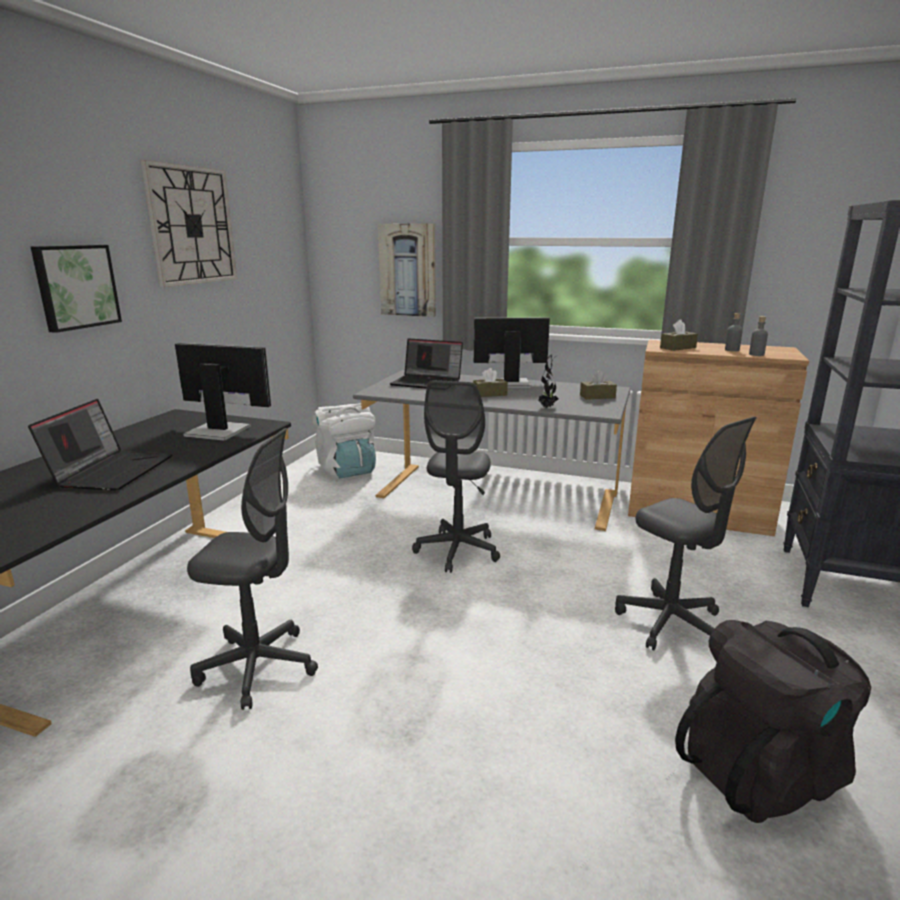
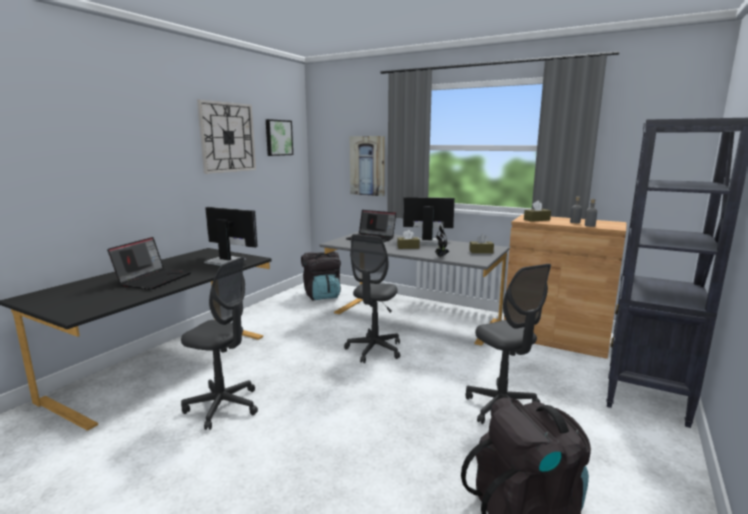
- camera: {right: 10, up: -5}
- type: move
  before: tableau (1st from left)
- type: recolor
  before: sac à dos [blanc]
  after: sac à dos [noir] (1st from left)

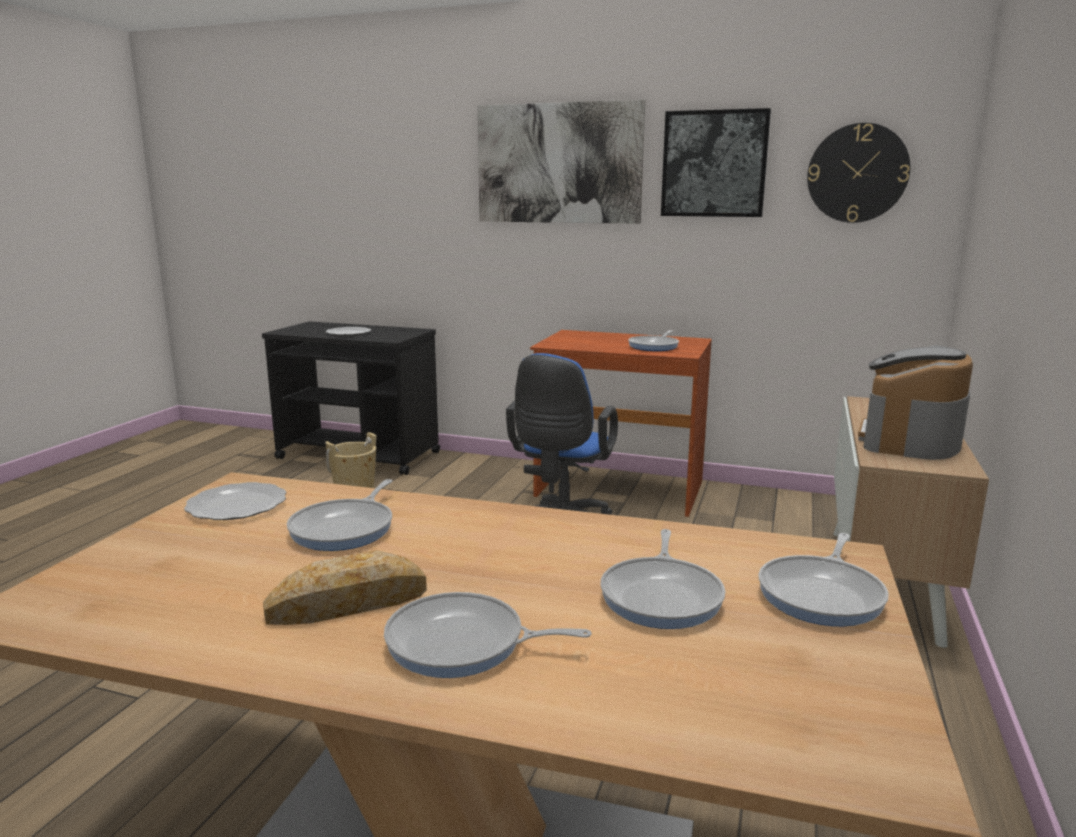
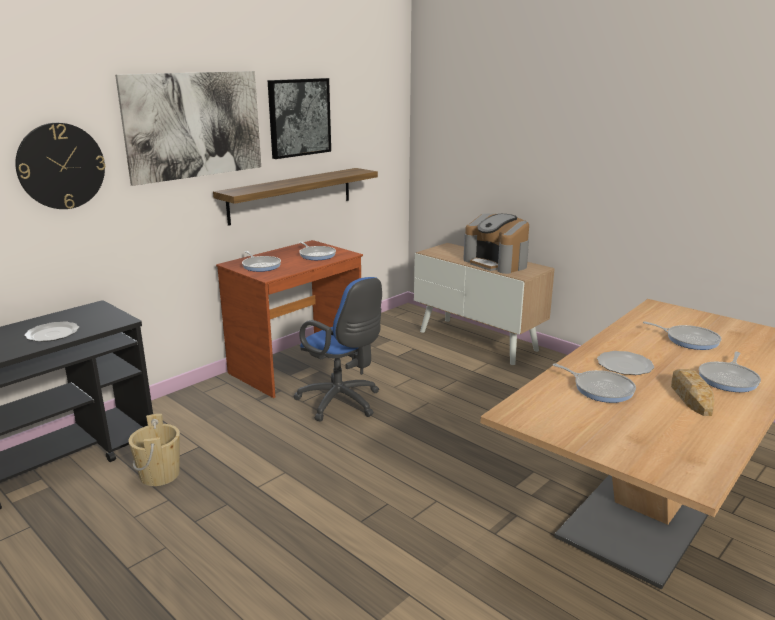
- camera: {right: -65, up: 5}
- type: insert
  after: étagère
- type: move
  before: assiette (1st from left in the first image)
  after: assiette (2nd from left)
- type: move
  before: poêle (5th from left in the first image)
  after: poêle (1st from left)
- type: move
  before: horloge murale

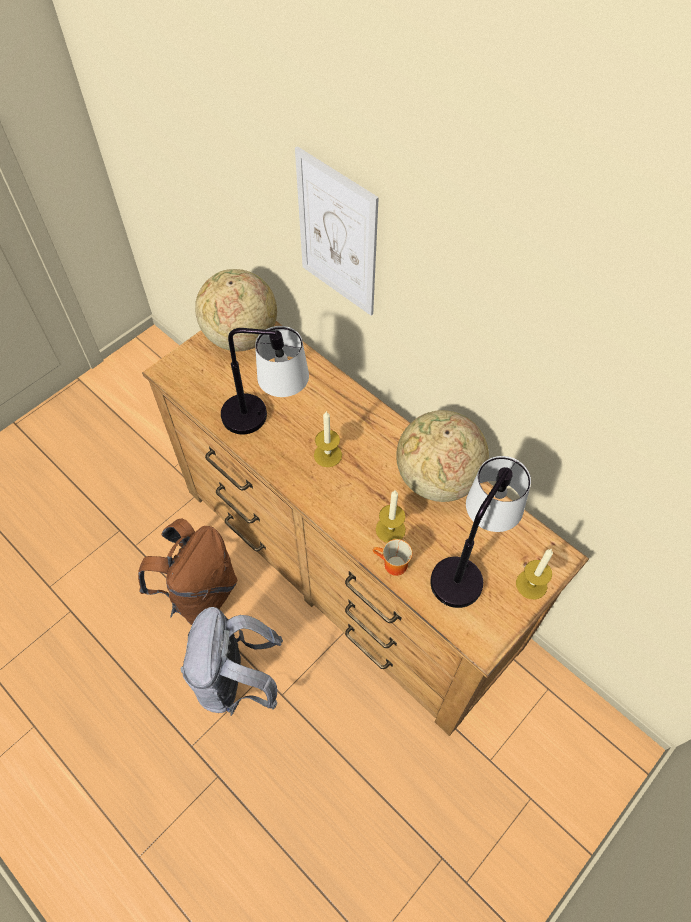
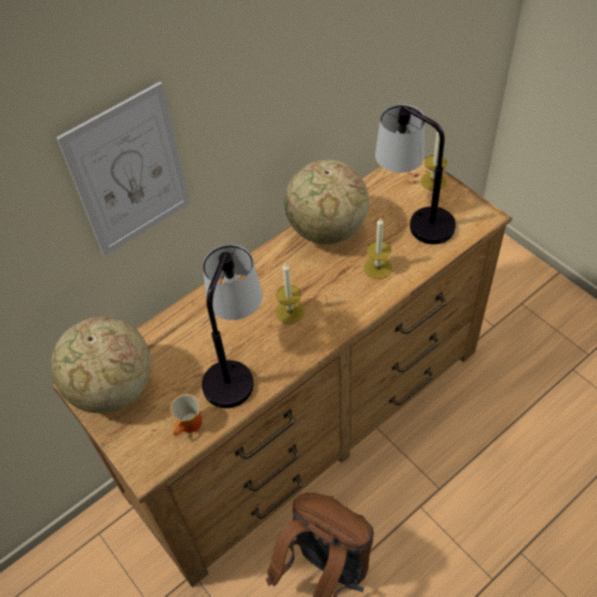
- camera: {right: -80, up: -5}
- type: delete
  before: sac à dos [gris]
- type: move
  before: mug

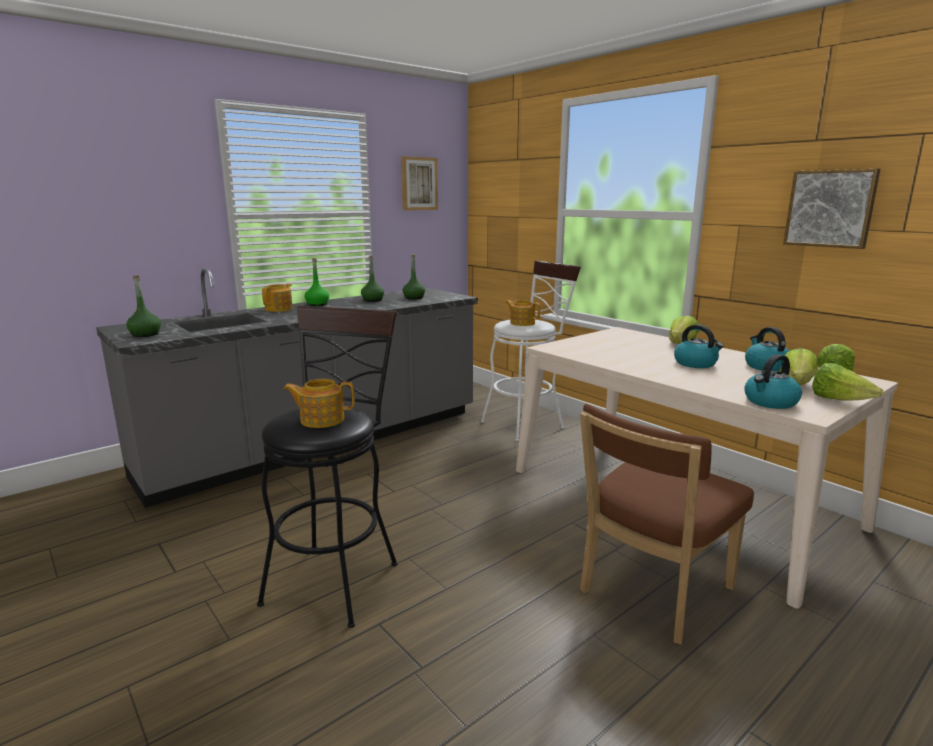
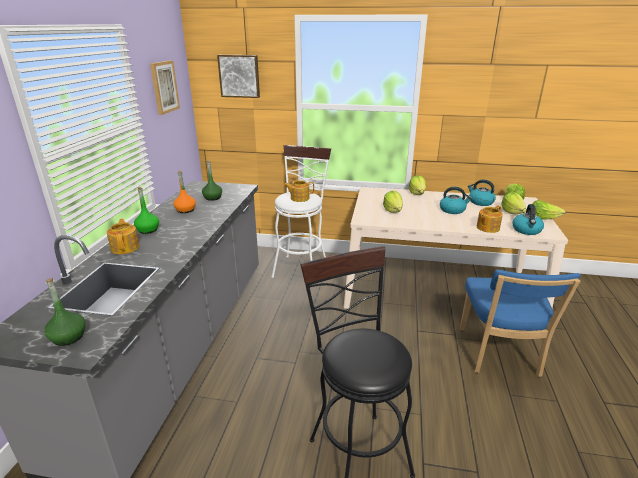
- camera: {right: -40, up: 10}
- type: insert
  after: laitue (1st from left)
- type: move
  before: théière (2nd from left in the first image)
  after: théière (3rd from left)
- type: move
  before: tableau (2nd from left)
- type: recolor
  before: bouteille [vert] (3rd from left)
  after: bouteille [orange]
- type: recolor
  before: chaise [marron]
  after: chaise [bleu]

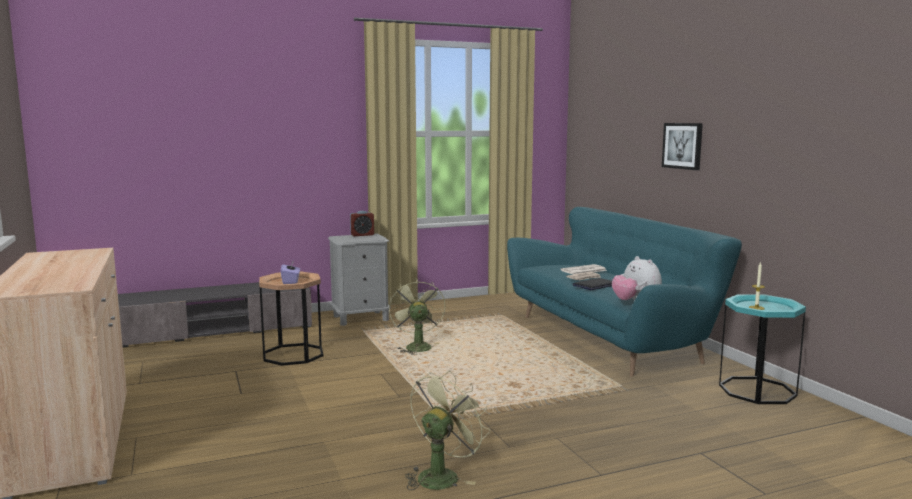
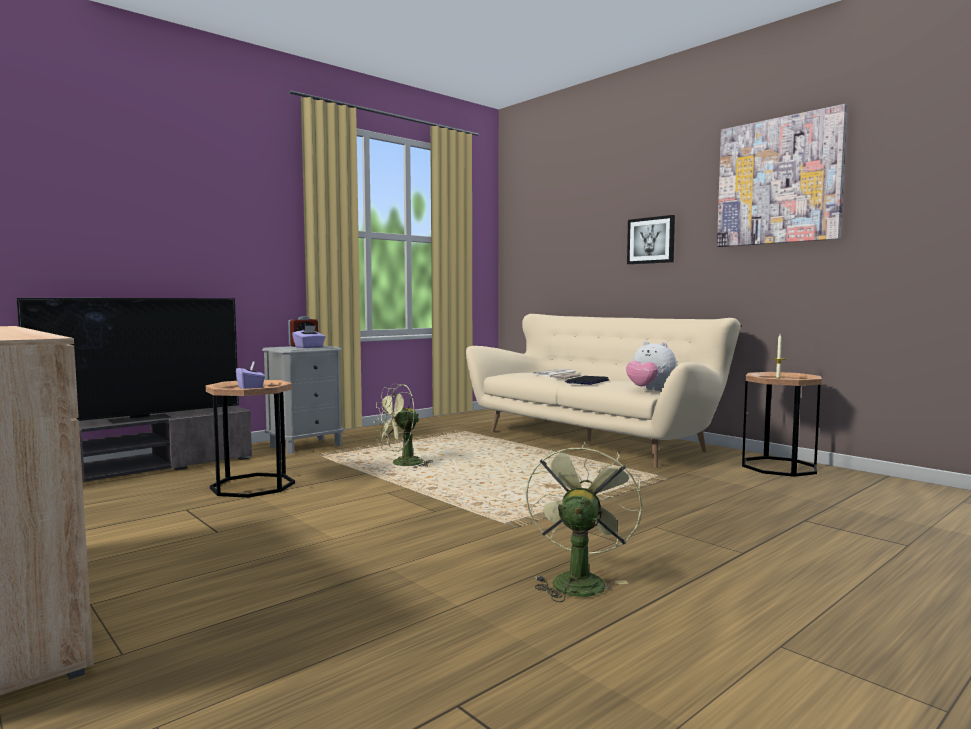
- camera: {right: -20, up: -5}
- type: insert
  after: téléviseur
- type: insert
  after: boîte à mouchoirs [violet] (2nd from left)
- type: insert
  after: tableau (2nd from left)
- type: recolor
  before: canapé [turquoise]
  after: canapé [beige]
- type: recolor
  before: table d'appoint [turquoise]
  after: table d'appoint [marron] (2nd from left)
- type: rotate
  before: ventilateur [vert] (1st from left)
  turn: -90

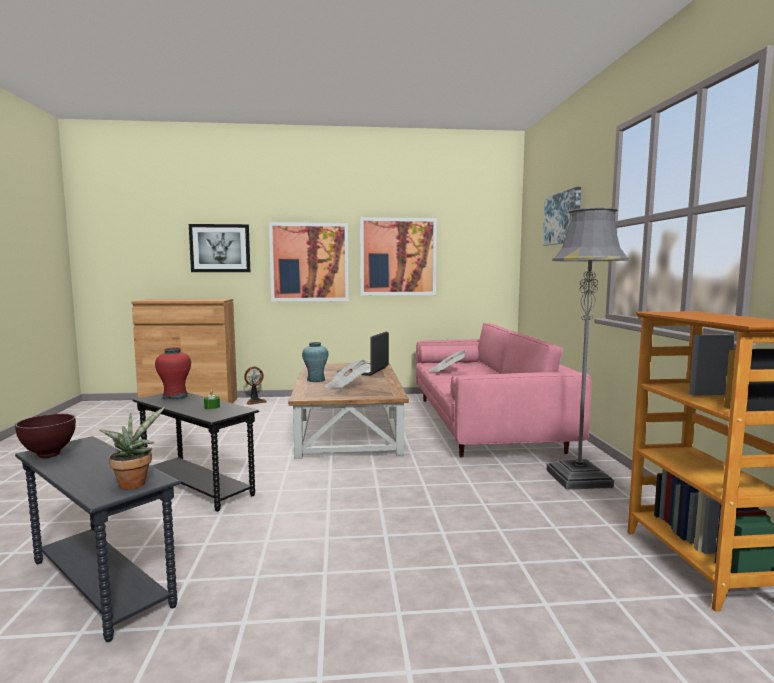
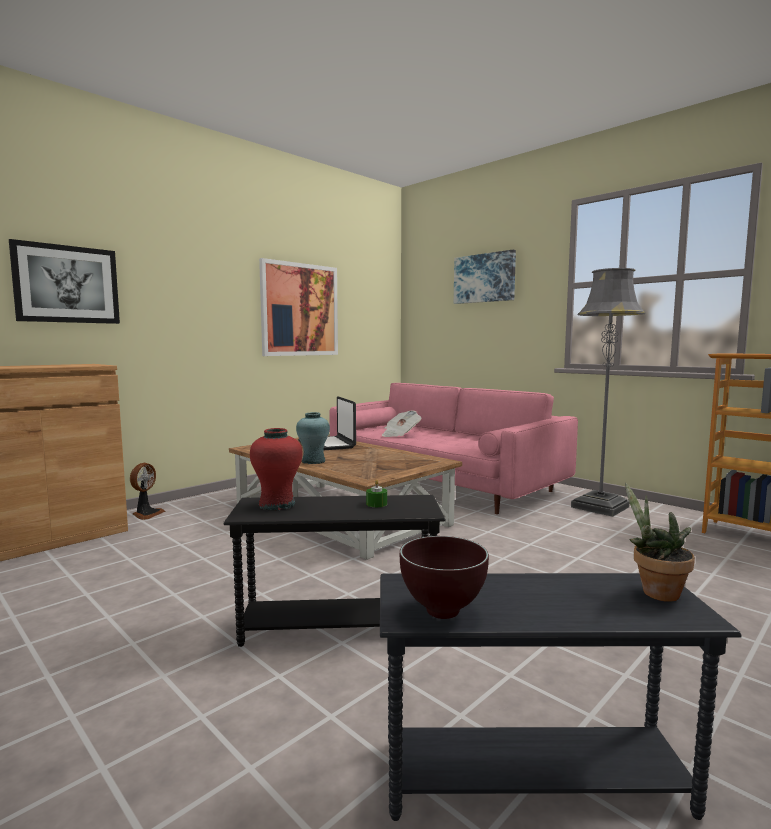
- camera: {right: -40, up: 0}
- type: delete
  before: tableau (2nd from left)
- type: delete
  before: journal (1st from left)

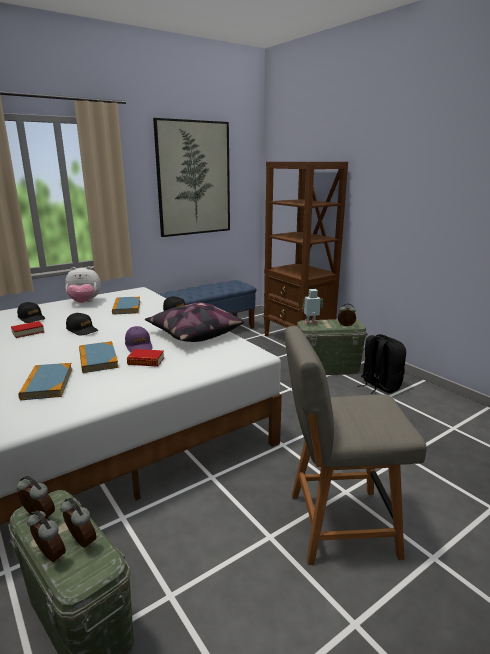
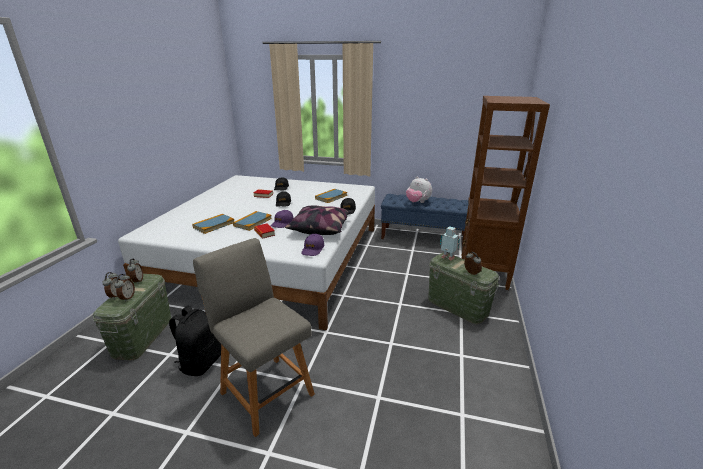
- camera: {right: 50, up: 5}
- type: delete
  before: tableau
- type: insert
  after: casquette [violet] (2nd from left)
- type: move
  before: peluche
- type: move
  before: sac à dos [noir]

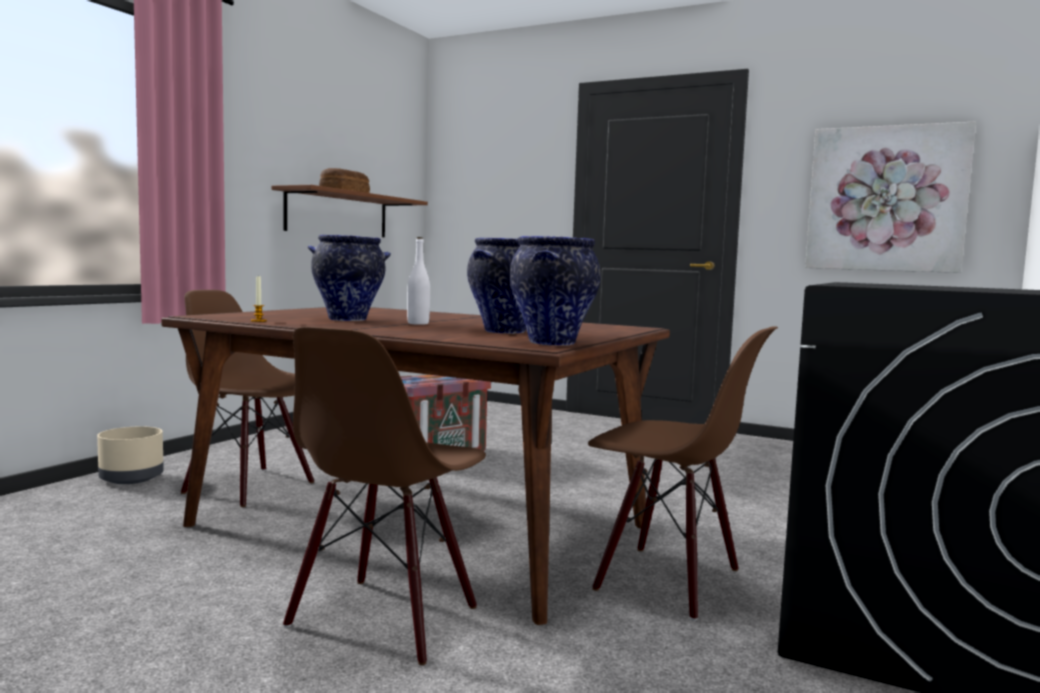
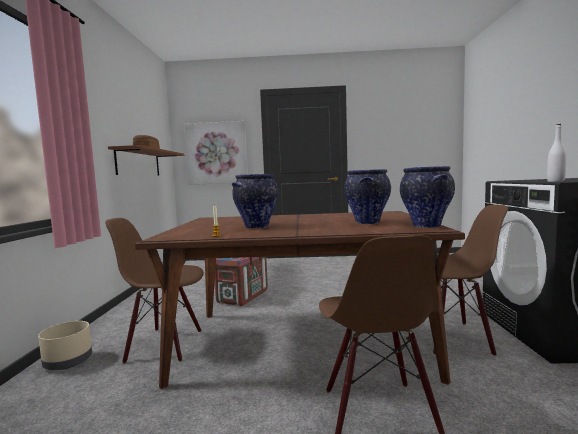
- camera: {right: -25, up: 0}
- type: move
  before: bouteille [blanc]
- type: move
  before: tableau

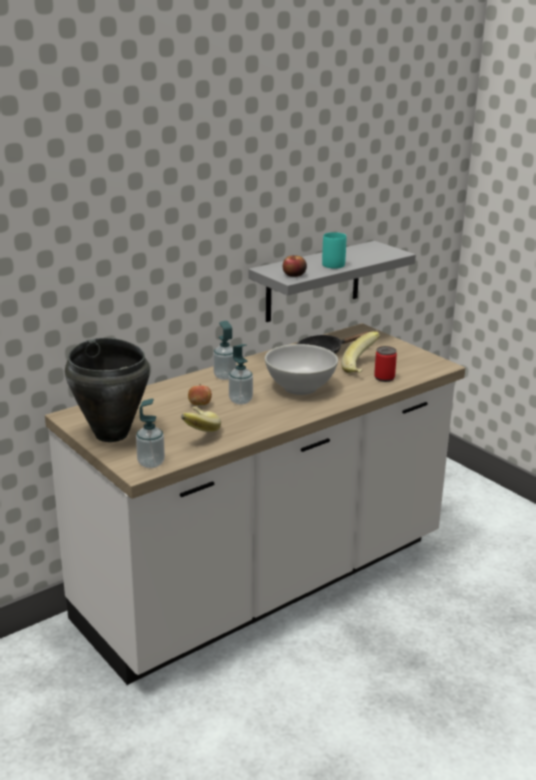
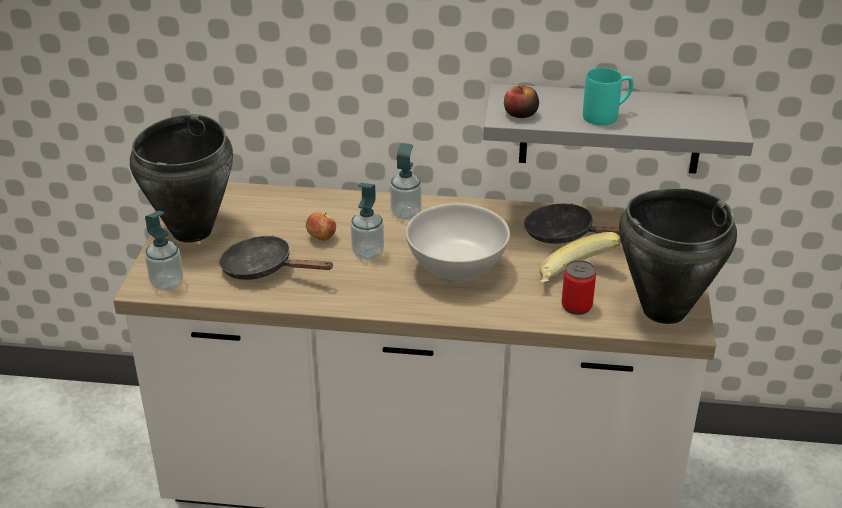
- camera: {right: 45, up: 10}
- type: insert
  after: marmite [noir] (2nd from left)
- type: replace
  before: banane (1st from left)
  after: poêle [noir] (1st from left)

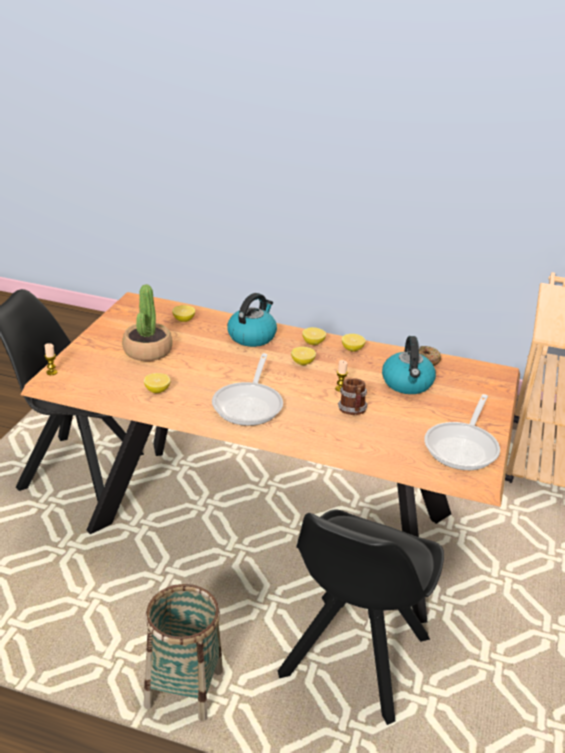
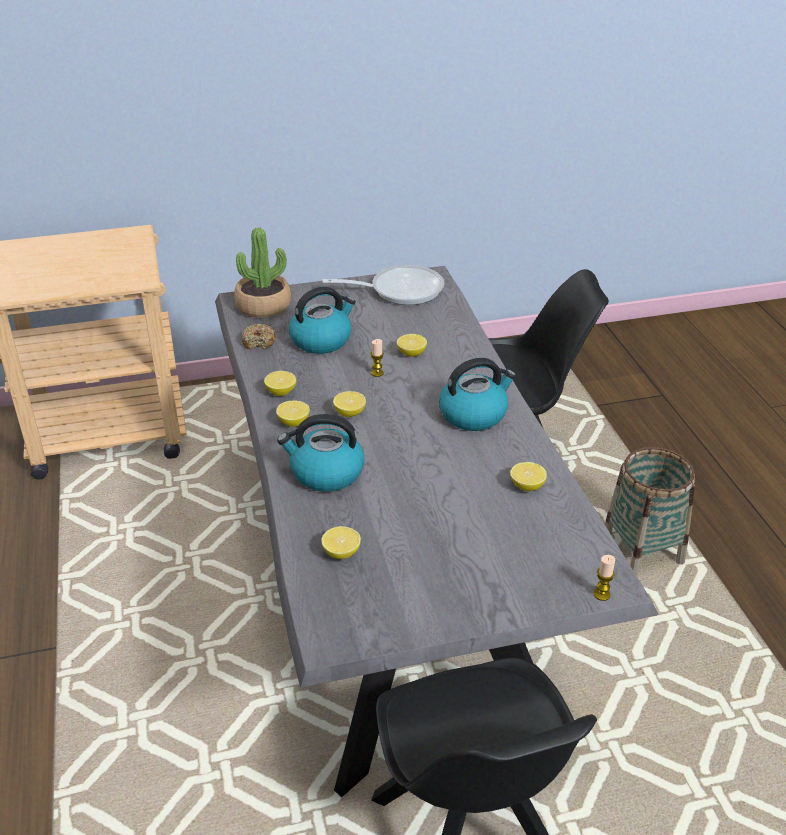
- camera: {right: -120, up: 5}
- type: move
  before: plante en pot
- type: replace
  before: poêle (1st from left)
  after: bouilloire (3rd from left)
- type: replace
  before: mug
  after: citron (5th from left)
- type: recolor
  before: table à manger [marron]
  after: table à manger [gris]

